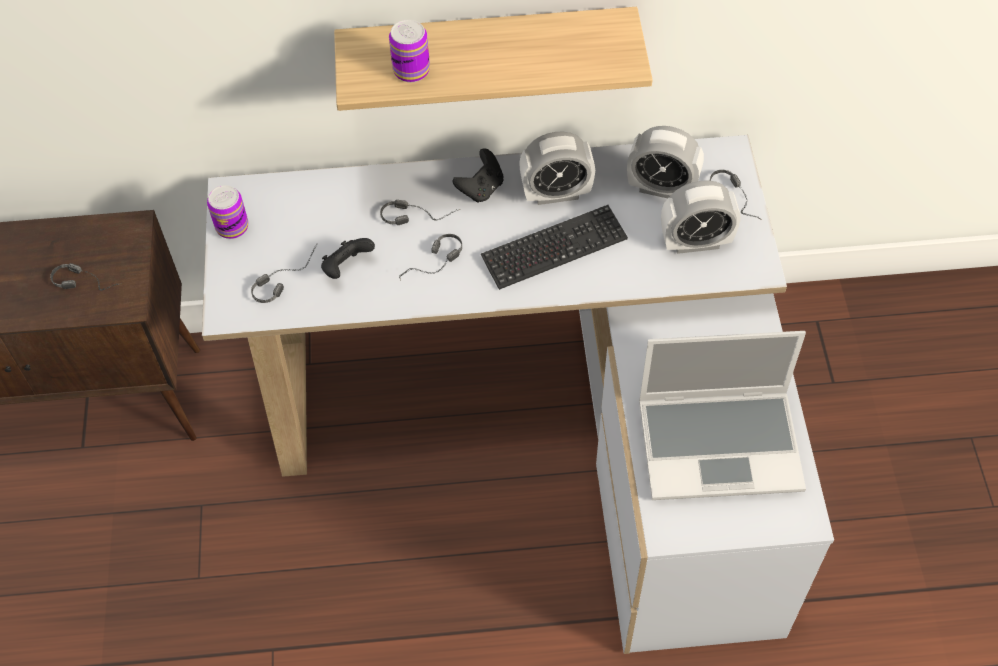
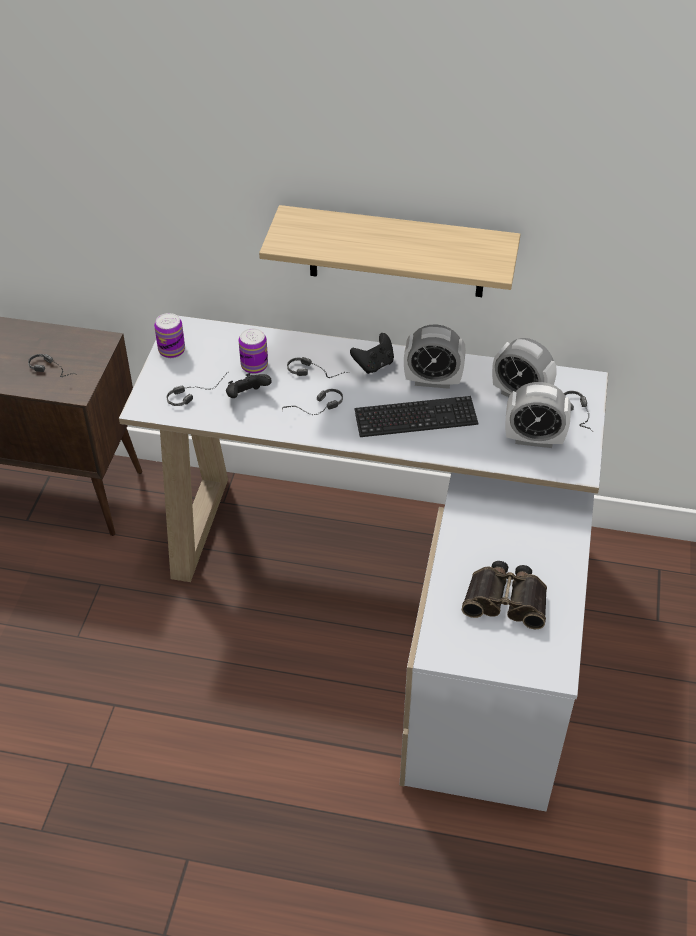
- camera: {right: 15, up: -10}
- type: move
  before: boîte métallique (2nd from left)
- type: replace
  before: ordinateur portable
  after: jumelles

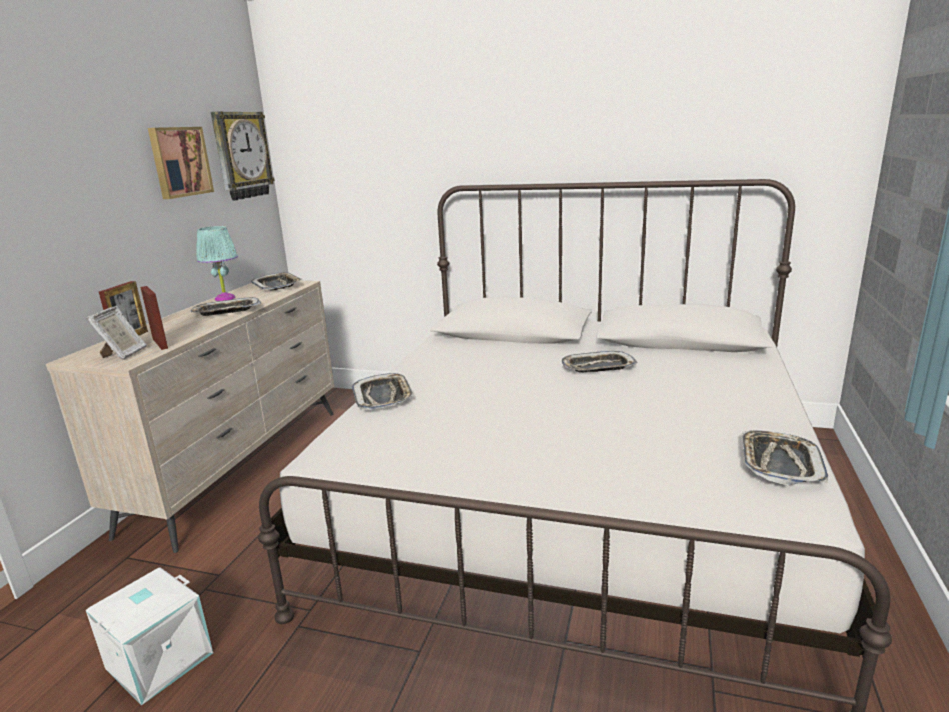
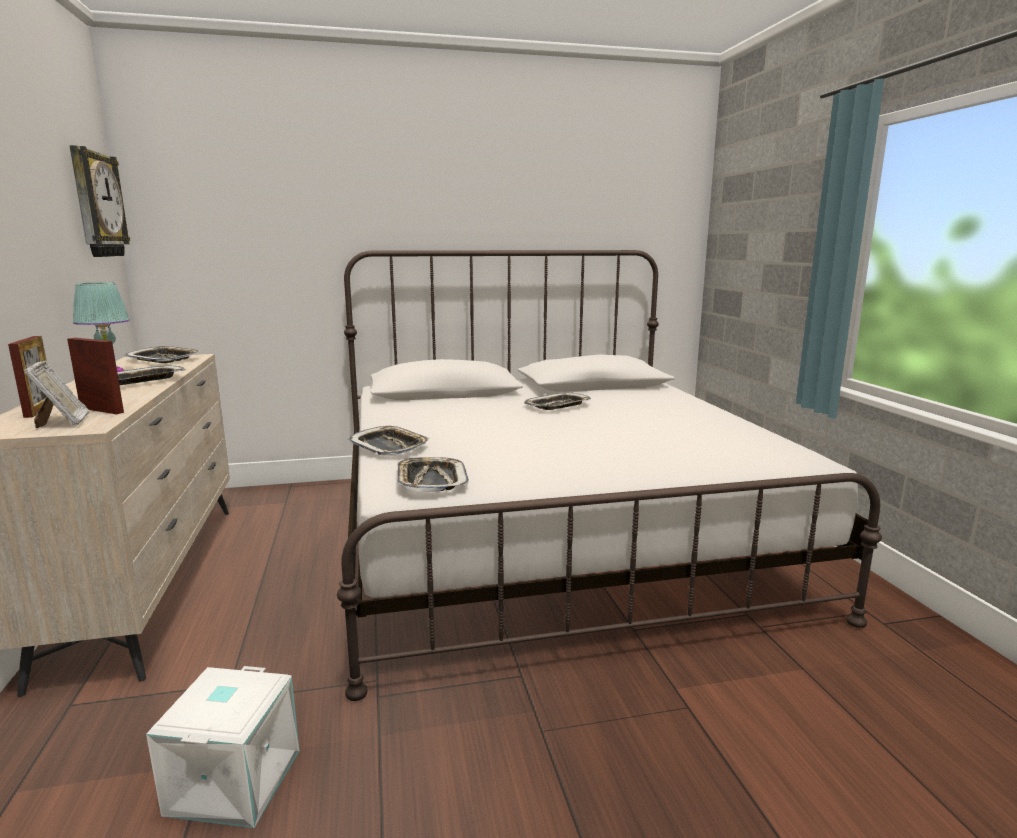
- camera: {right: -30, up: -5}
- type: delete
  before: tableau
- type: move
  before: plateau (5th from left in the first image)
  after: plateau (4th from left)

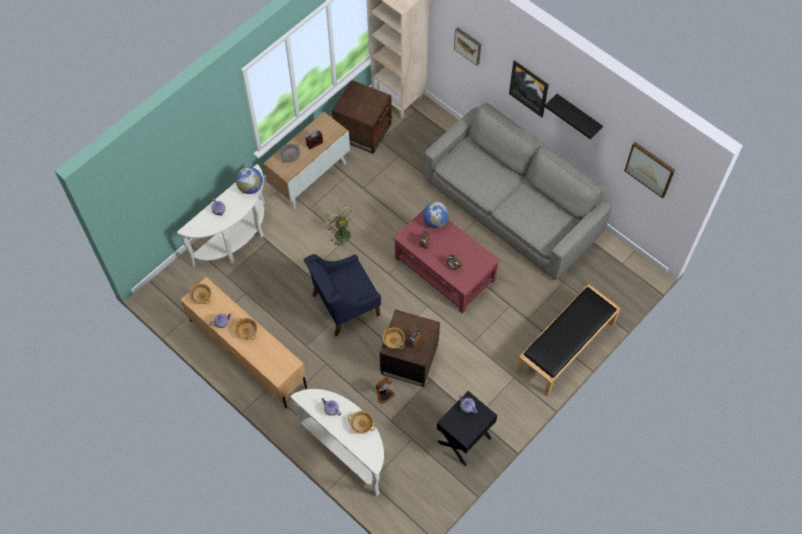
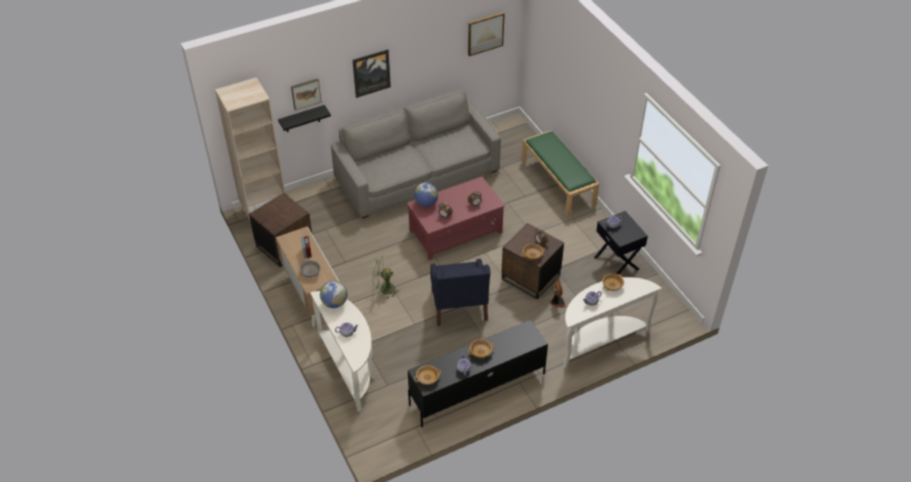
- camera: {right: -70, up: -15}
- type: move
  before: étagère [noir]
- type: recolor
  before: meuble télé [beige]
  after: meuble télé [noir]
- type: recolor
  before: banc [noir]
  after: banc [vert]

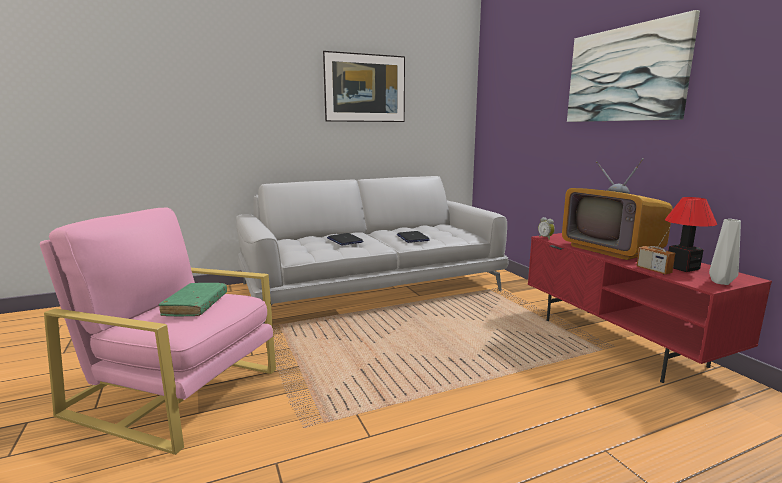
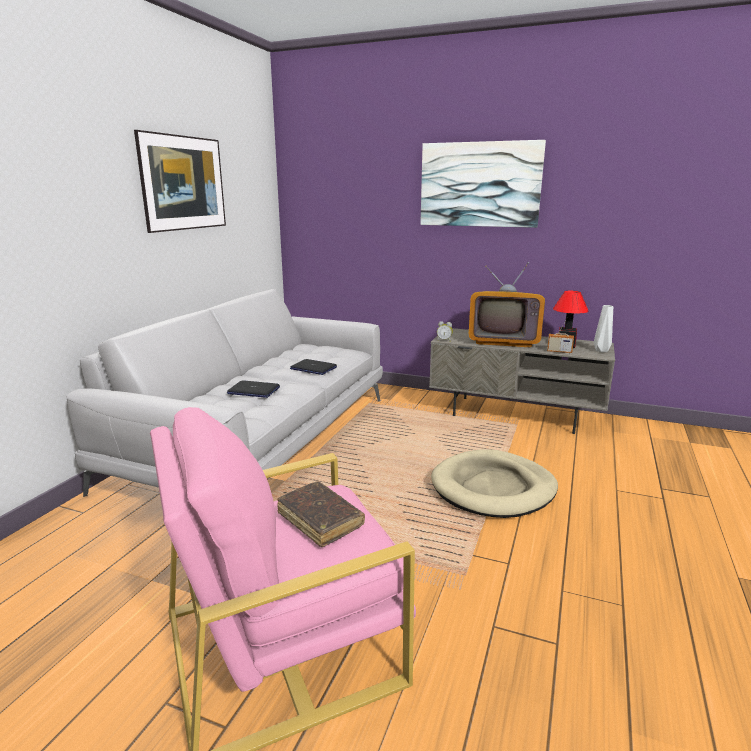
- camera: {right: -45, up: 5}
- type: insert
  after: panier pour chien [beige]
- type: recolor
  before: livre [vert]
  after: livre [marron]
- type: recolor
  before: meuble télé [rouge]
  after: meuble télé [gris]

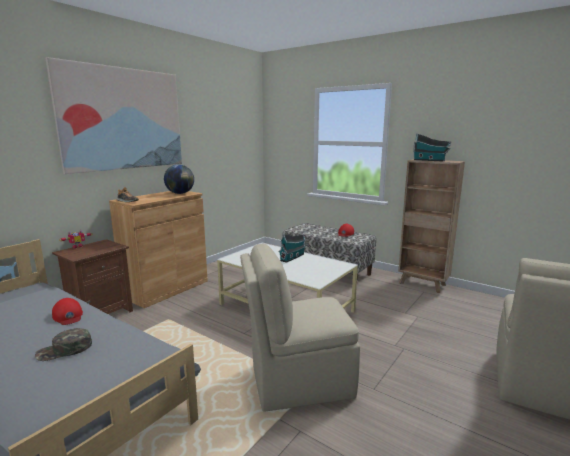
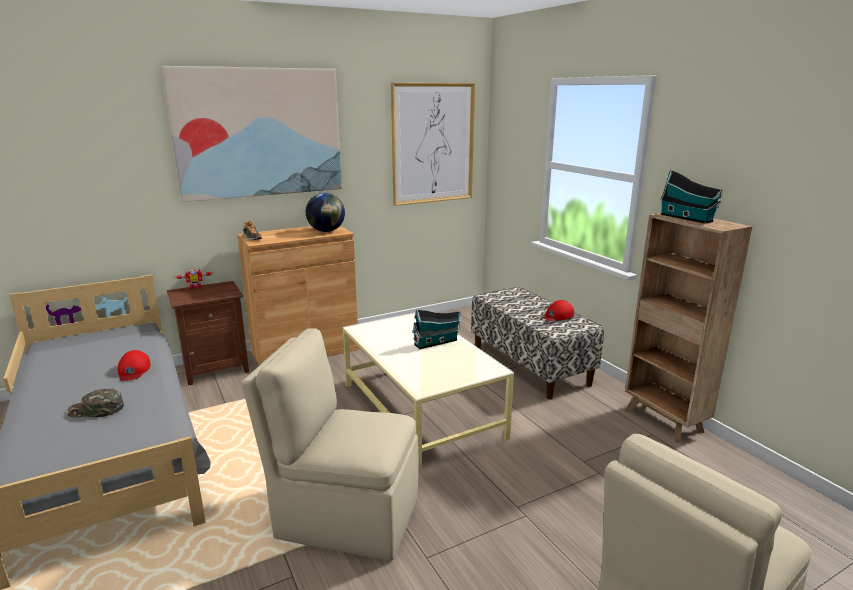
- camera: {right: 25, up: 5}
- type: insert
  after: tableau (2nd from left)

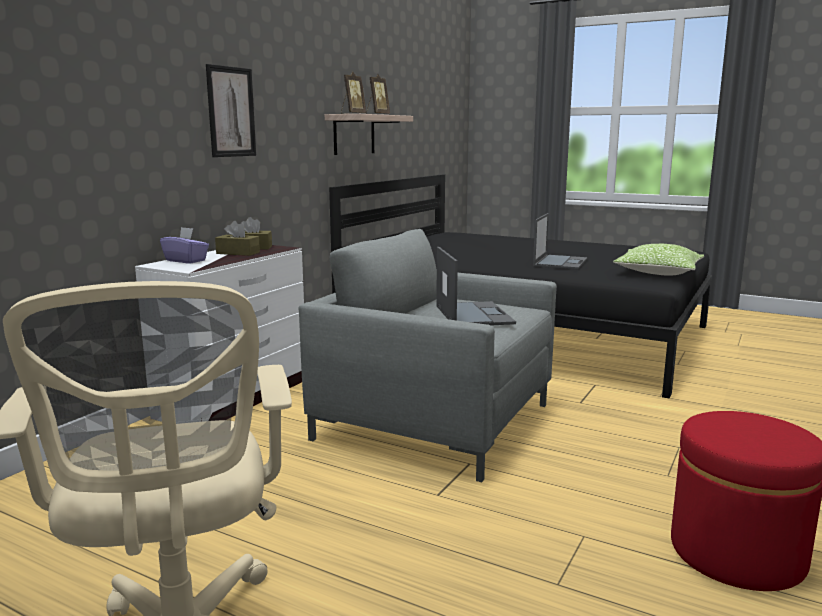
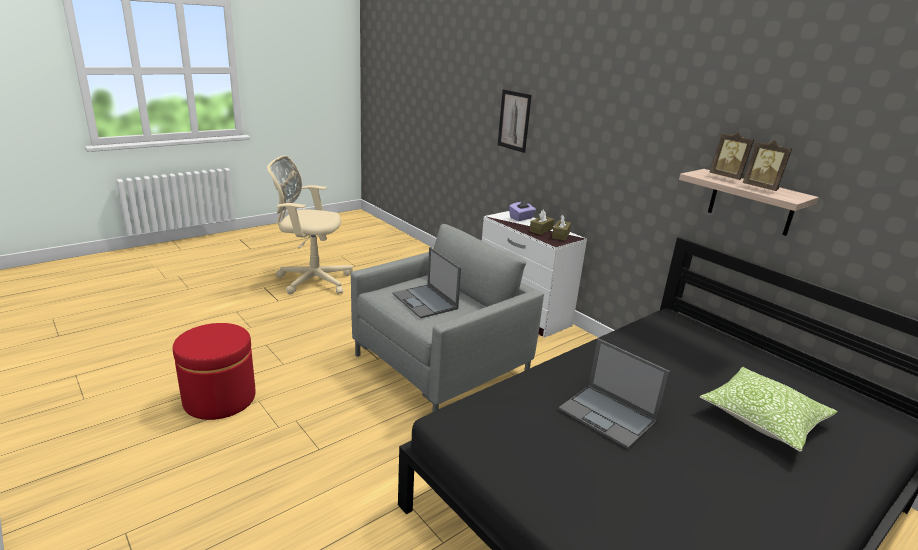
- camera: {right: 110, up: 10}
- type: move
  before: tableau
- type: move
  before: coussin
- type: rotate
  before: ordinateur portable (1st from left)
  turn: 45

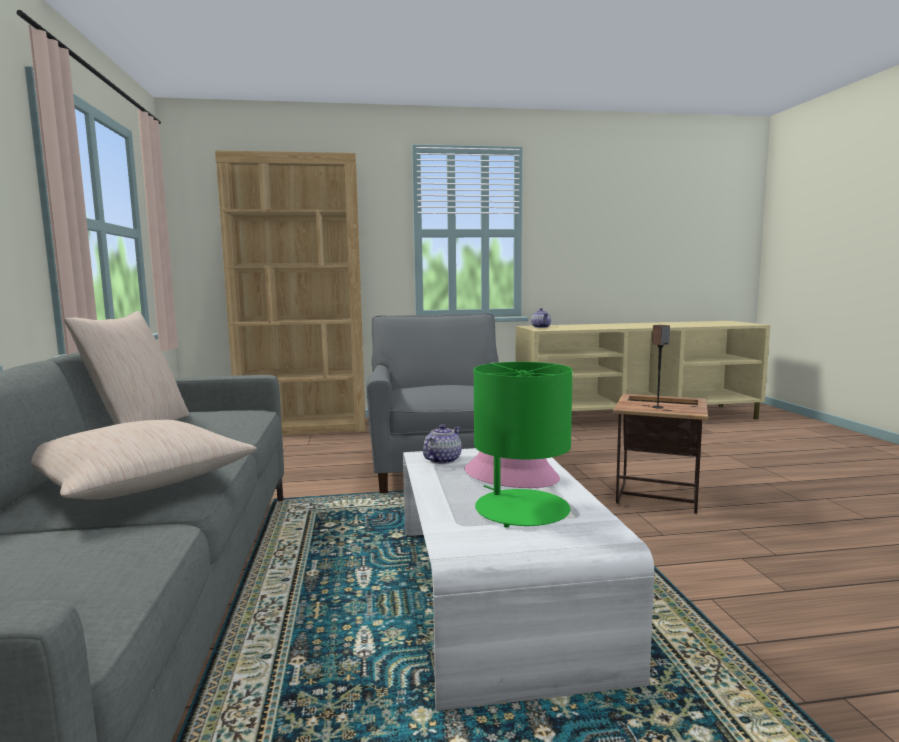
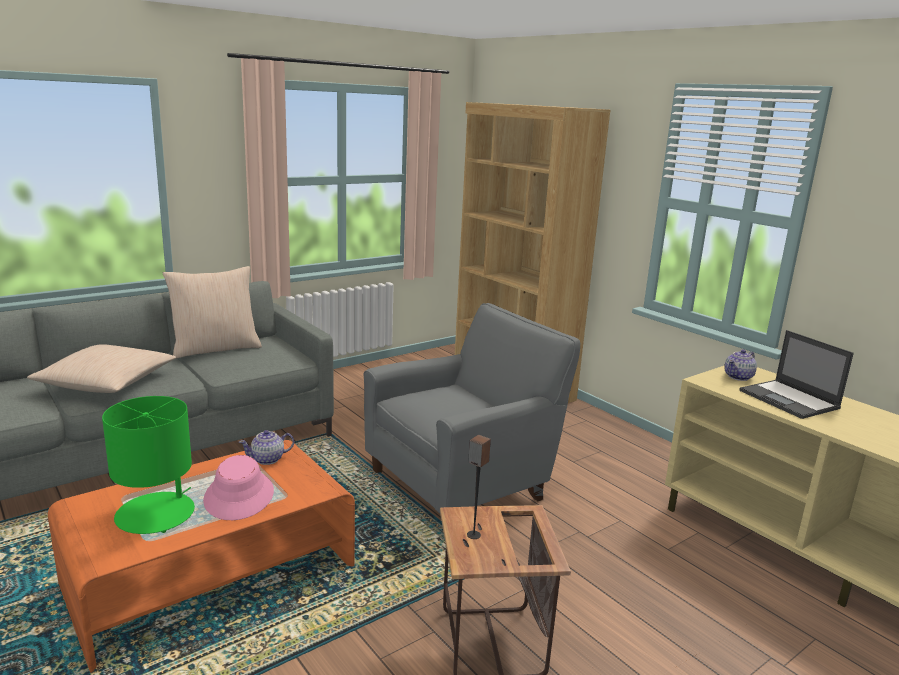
- camera: {right: 60, up: 10}
- type: insert
  after: ordinateur portable
- type: recolor
  before: table basse [blanc]
  after: table basse [orange]
- type: rotate
  before: théière (1st from left)
  turn: 150

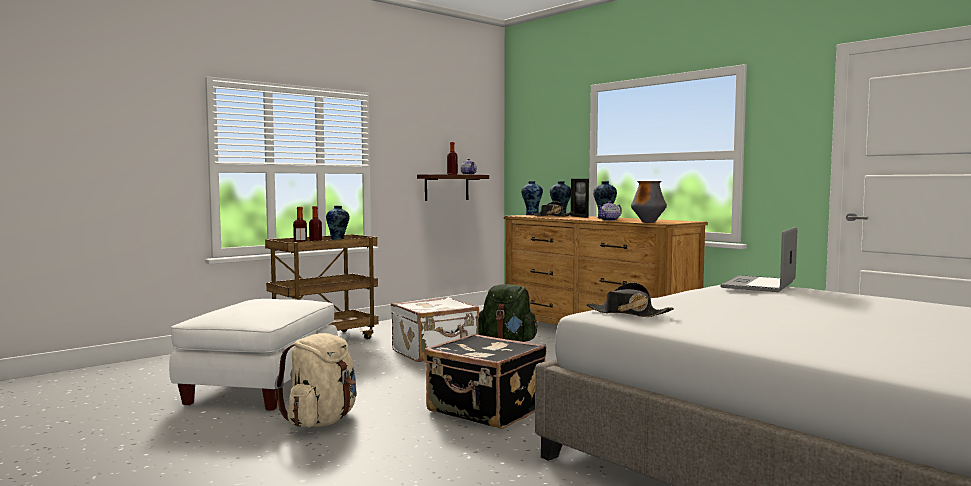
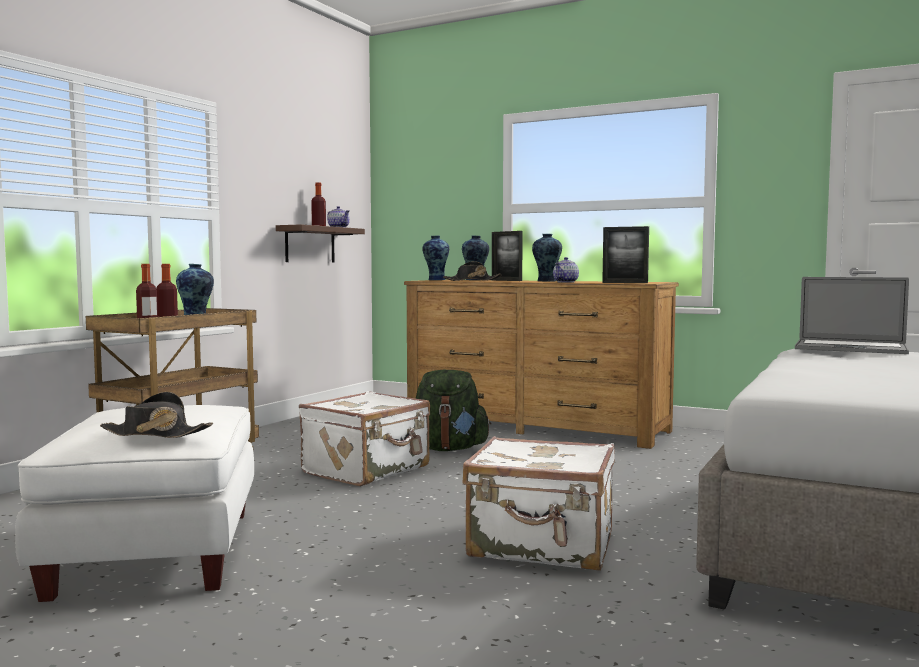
- camera: {right: -20, up: 0}
- type: delete
  before: sac à dos [beige]
- type: move
  before: chapeau [noir] (2nd from left in the first image)
  after: chapeau [noir] (1st from left)
- type: replace
  before: vase (5th from left)
  after: cadre photo (2nd from left)
- type: recolor
  before: valise [noir]
  after: valise [blanc] (2nd from left)
- type: rotate
  before: ordinateur portable
  turn: -75

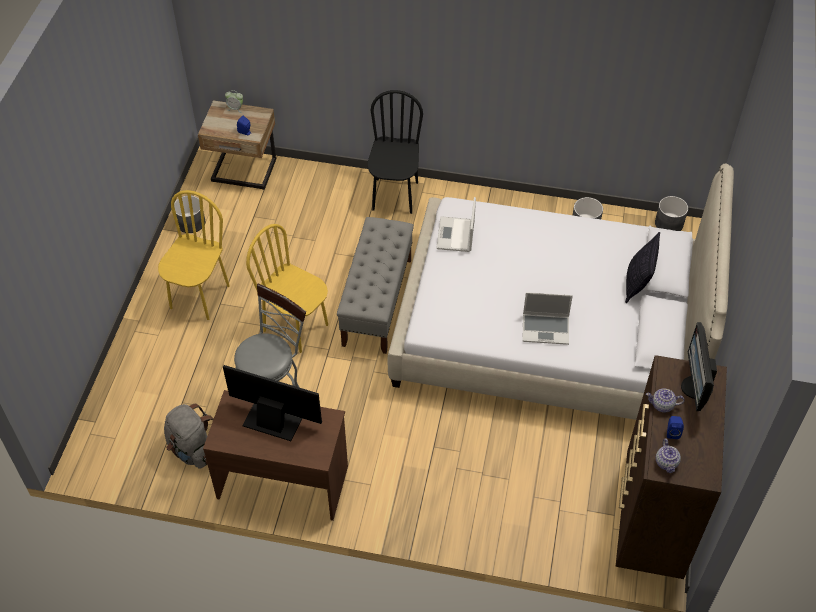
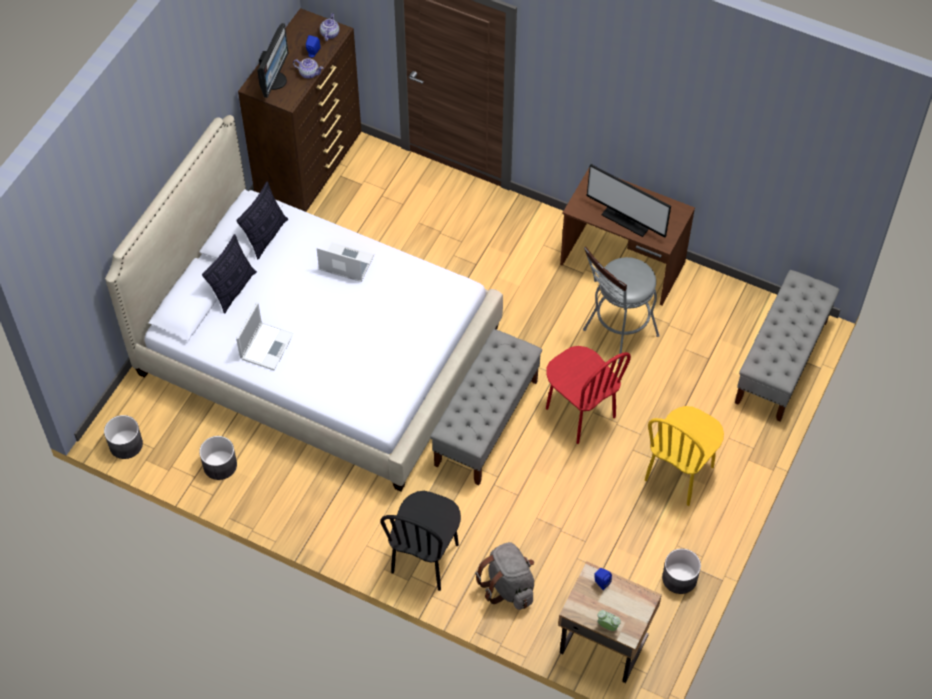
- camera: {right: -165, up: 5}
- type: insert
  after: coussin (2nd from left)
- type: insert
  after: banc [gris] (2nd from left)
- type: move
  before: sac à dos [gris]
- type: move
  before: ordinateur portable (1st from left)
- type: recolor
  before: chaise [jaune] (2nd from left)
  after: chaise [rouge]

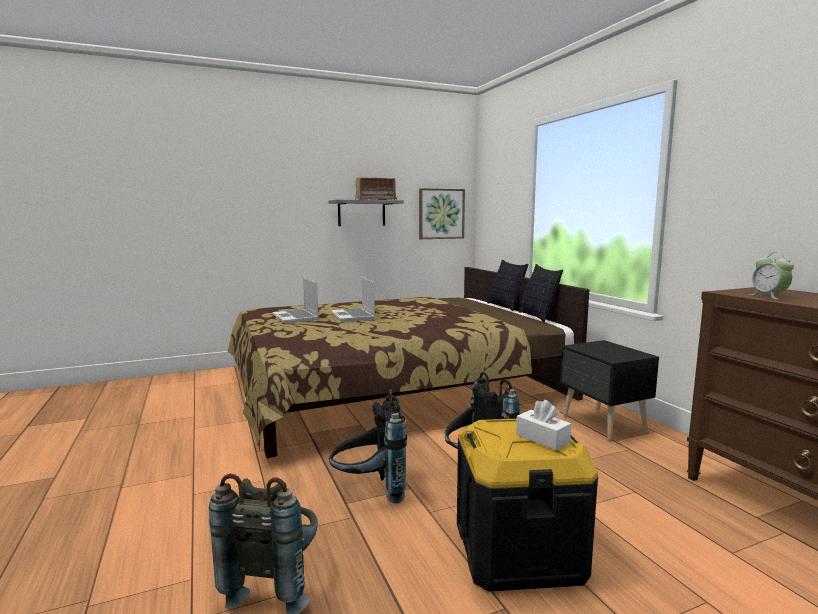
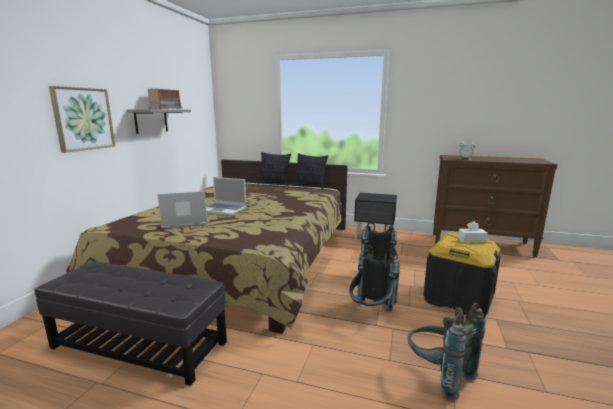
- camera: {right: -50, up: 5}
- type: insert
  after: pouf [noir]
- type: move
  before: tableau
- type: rotate
  before: ordinateur portable (1st from left)
  turn: 150

